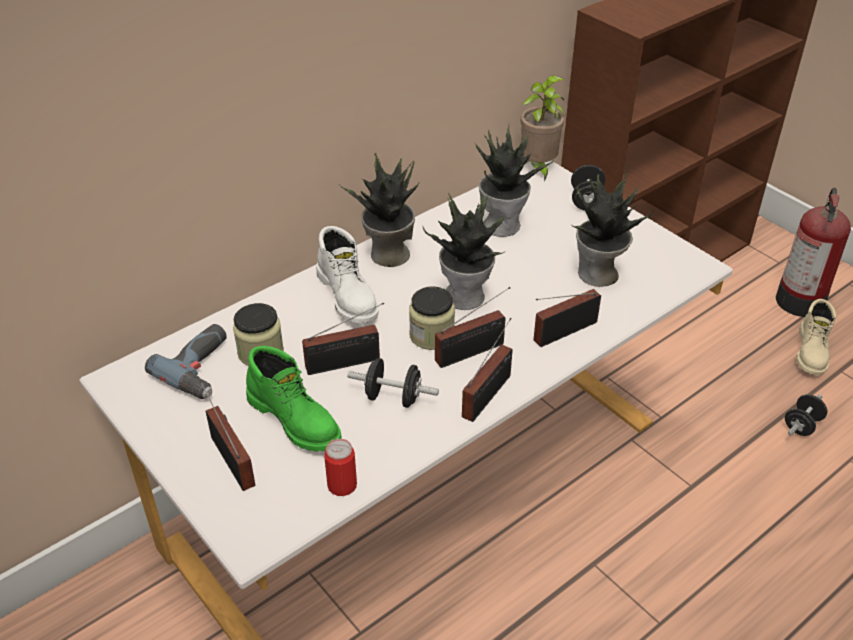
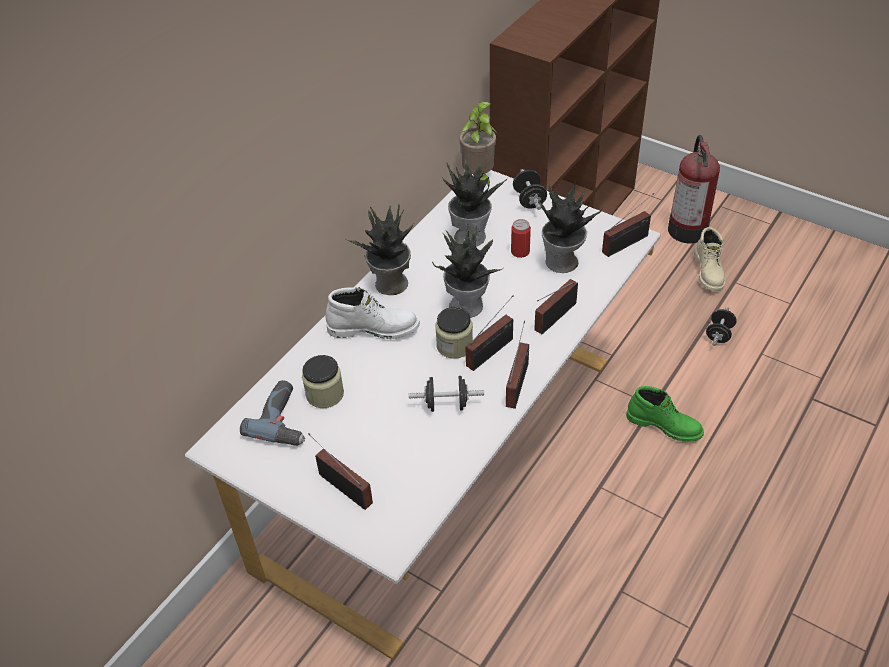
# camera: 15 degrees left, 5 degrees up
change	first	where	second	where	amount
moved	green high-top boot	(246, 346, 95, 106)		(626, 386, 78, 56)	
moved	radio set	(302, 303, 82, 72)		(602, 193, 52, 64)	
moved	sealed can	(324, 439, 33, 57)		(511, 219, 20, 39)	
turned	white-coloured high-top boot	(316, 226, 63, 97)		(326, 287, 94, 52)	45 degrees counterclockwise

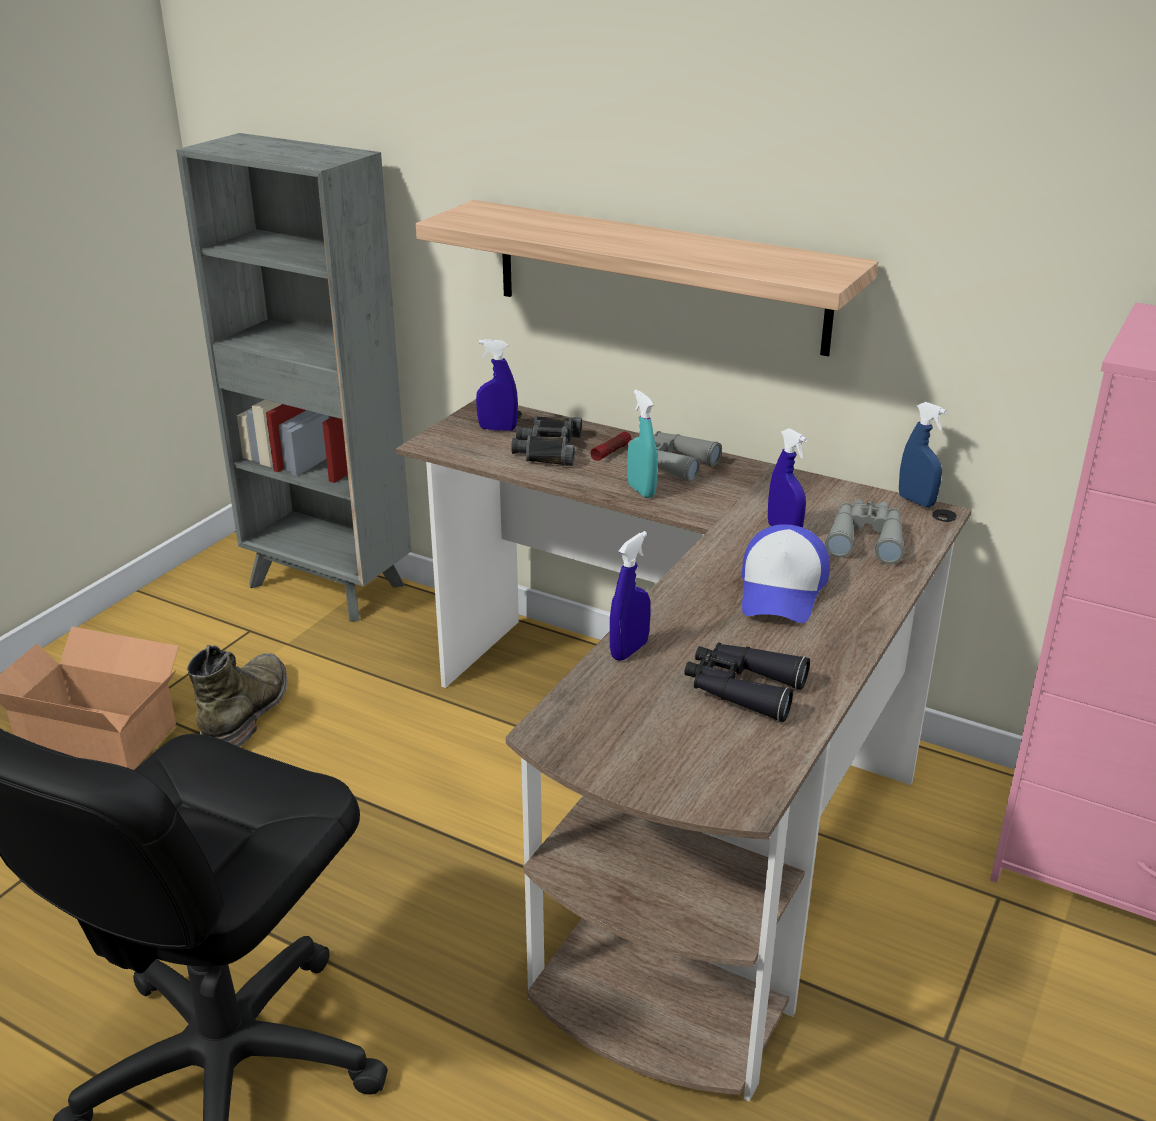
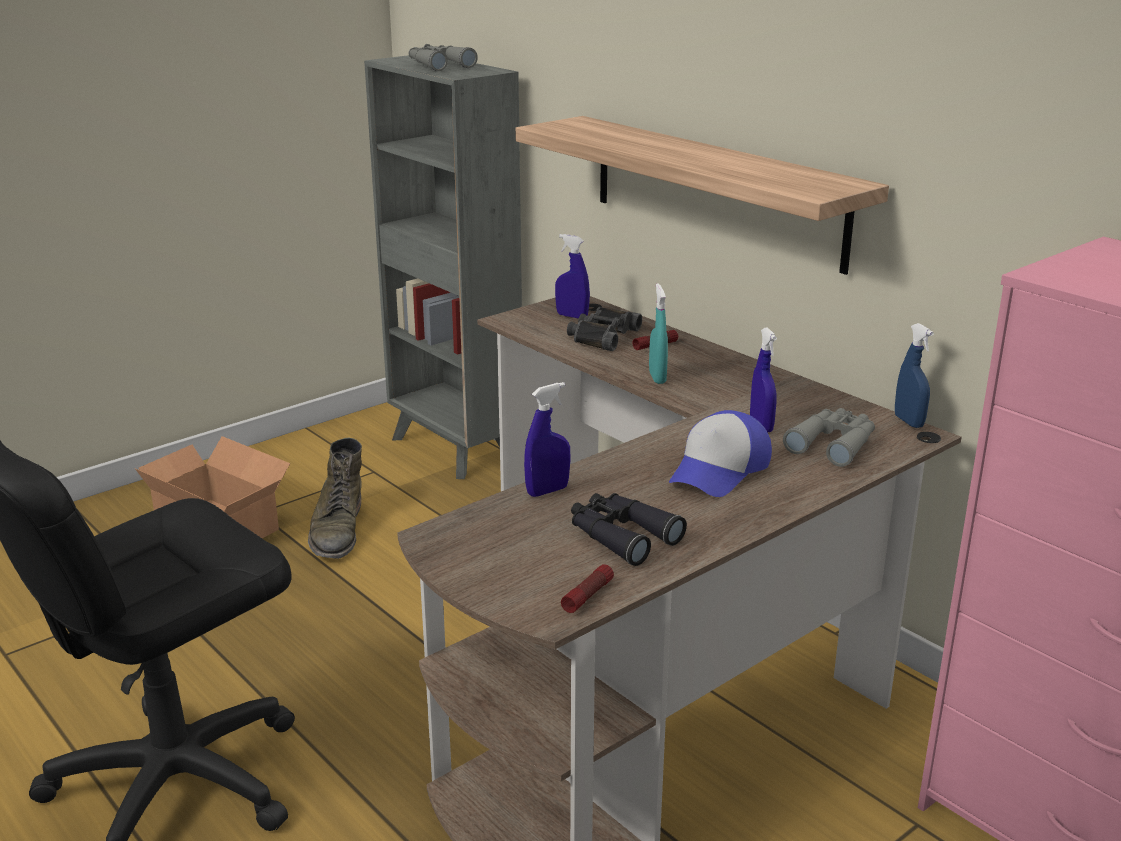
# camera: 20 degrees right, 5 degrees down
change	first	where	second	where	amount
added			hand torch	(561, 564, 53, 49)	
moved	greyish pair of binoculars	(628, 431, 94, 51)		(408, 44, 70, 27)	
turned	green high-top boot	(187, 645, 100, 102)		(308, 438, 54, 121)	150 degrees clockwise

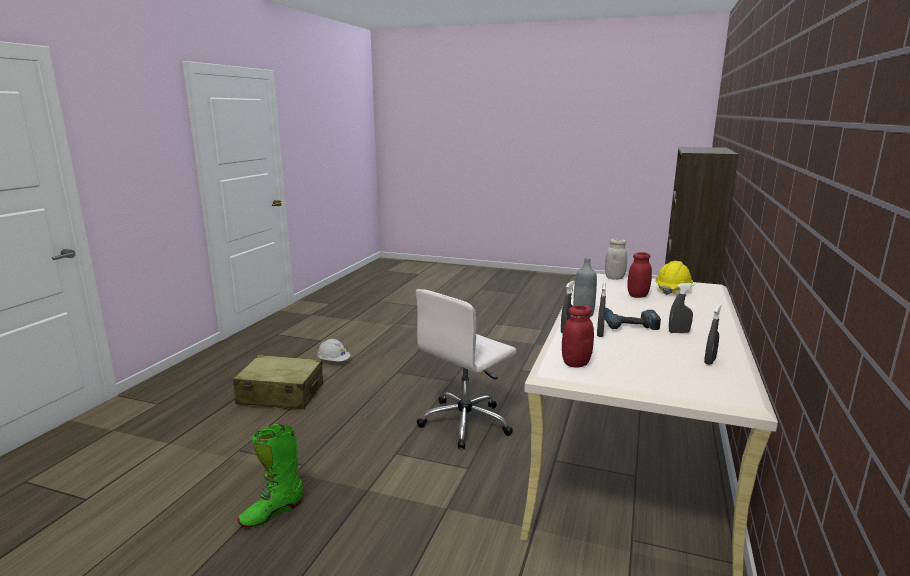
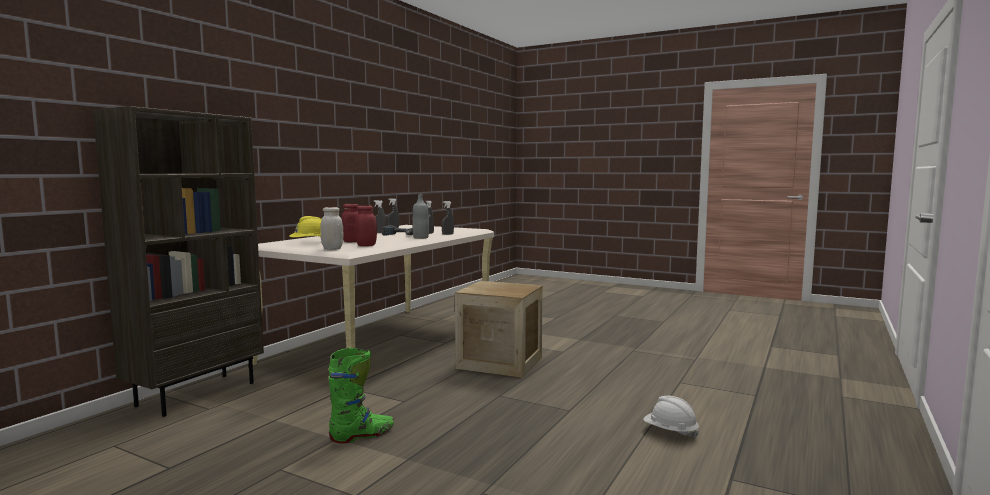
# camera: 170 degrees left, 10 degrees down
change	first	where	second	where	amount
removed	beige-coloured travel case	(233, 355, 90, 54)			
moved	green high-top boot	(238, 424, 65, 104)		(329, 348, 65, 96)	
moved	red storage jar	(562, 305, 32, 63)		(355, 205, 22, 41)	
replaced	white-coloured office chair	(416, 289, 101, 160)	shipping crate	(455, 281, 88, 97)	

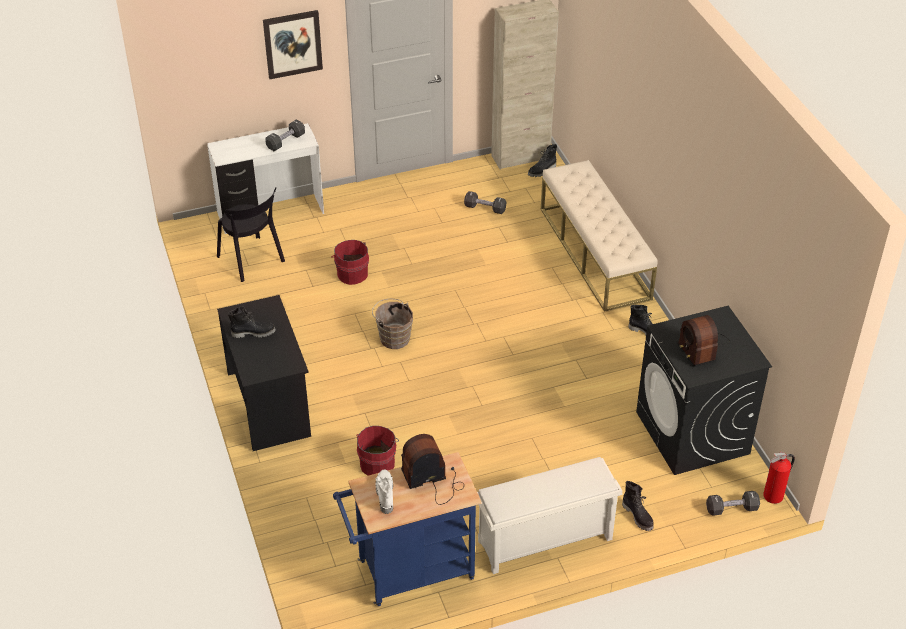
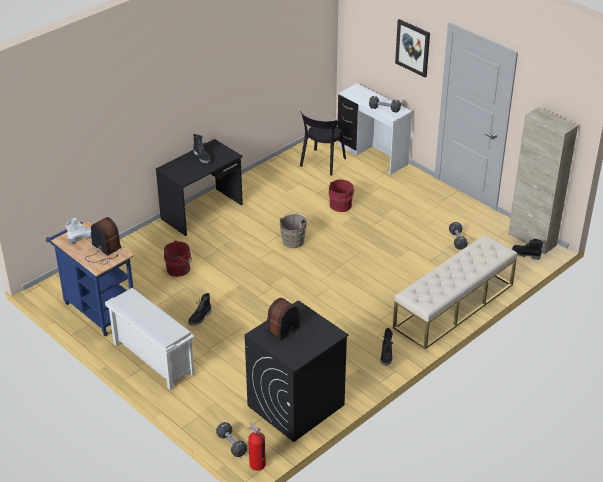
# camera: 65 degrees right, 5 degrees down
change	first	where	second	where	amount
moved	black-coloured high-top boot	(622, 481, 32, 50)		(188, 293, 23, 33)	

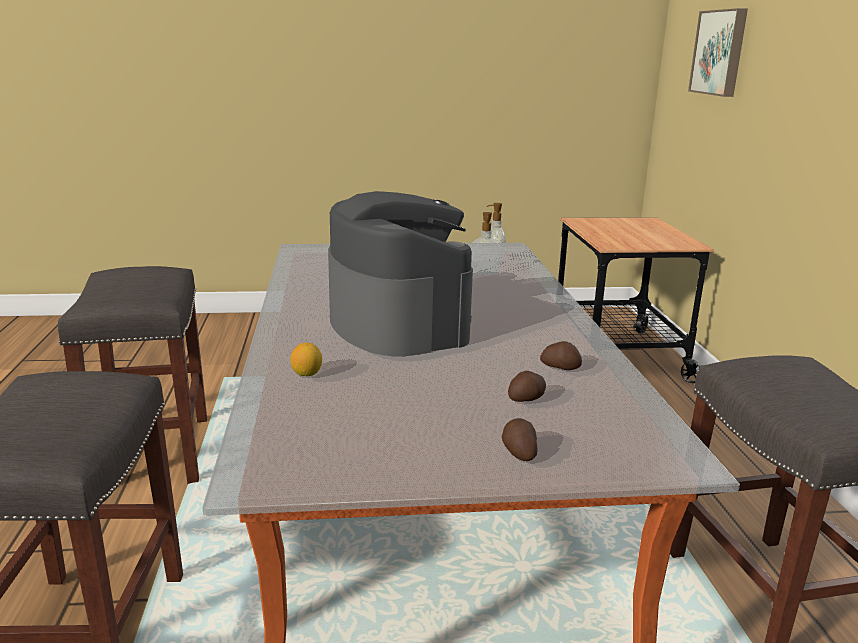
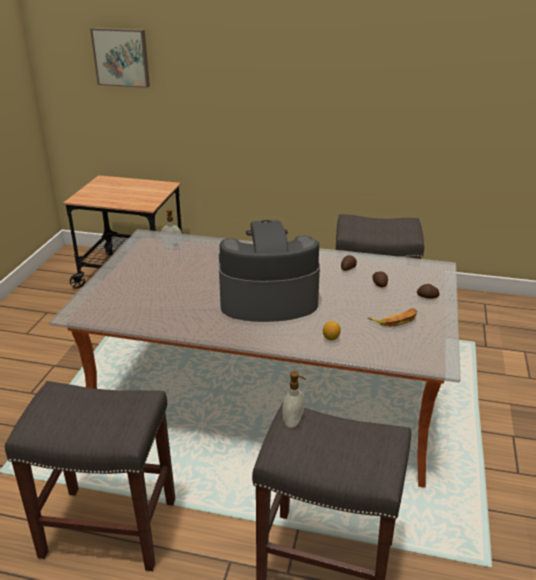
# camera: 70 degrees left, 10 degrees up
change	first	where	second	where	amount
added			banana	(368, 308, 49, 18)	
moved	soap bottle	(470, 212, 32, 63)		(282, 371, 24, 57)	

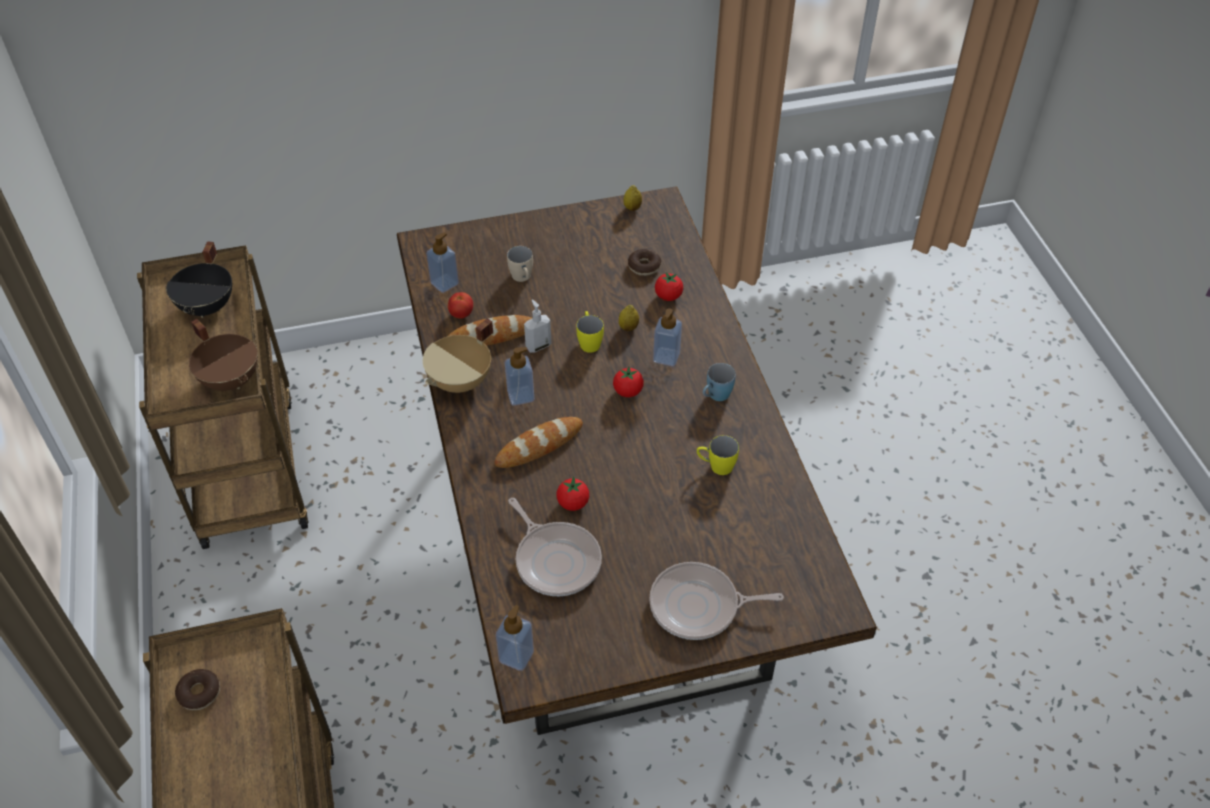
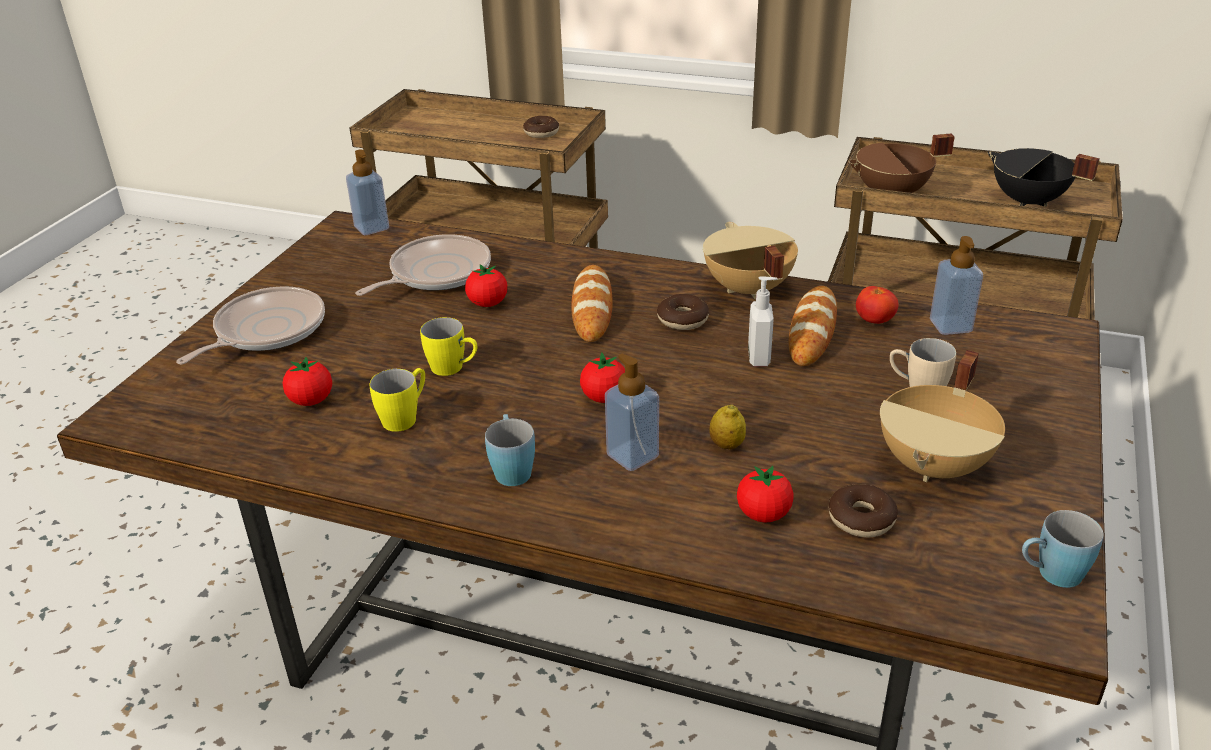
# camera: 125 degrees right, 15 degrees down
change	first	where	second	where	amount
added			whole tomato	(283, 356, 49, 50)	
added			beige-coloured stockpot	(880, 350, 125, 132)	
moved	yellowish mug	(576, 311, 28, 42)		(420, 317, 57, 59)	
replaced	soap bottle	(505, 347, 29, 59)	ring doughnut	(657, 294, 52, 36)	
replaced	citrus fruit	(623, 185, 19, 26)	blue-coloured mug	(1022, 510, 82, 78)	
turned	frying pan	(508, 498, 94, 98)		(355, 234, 136, 62)	135 degrees clockwise

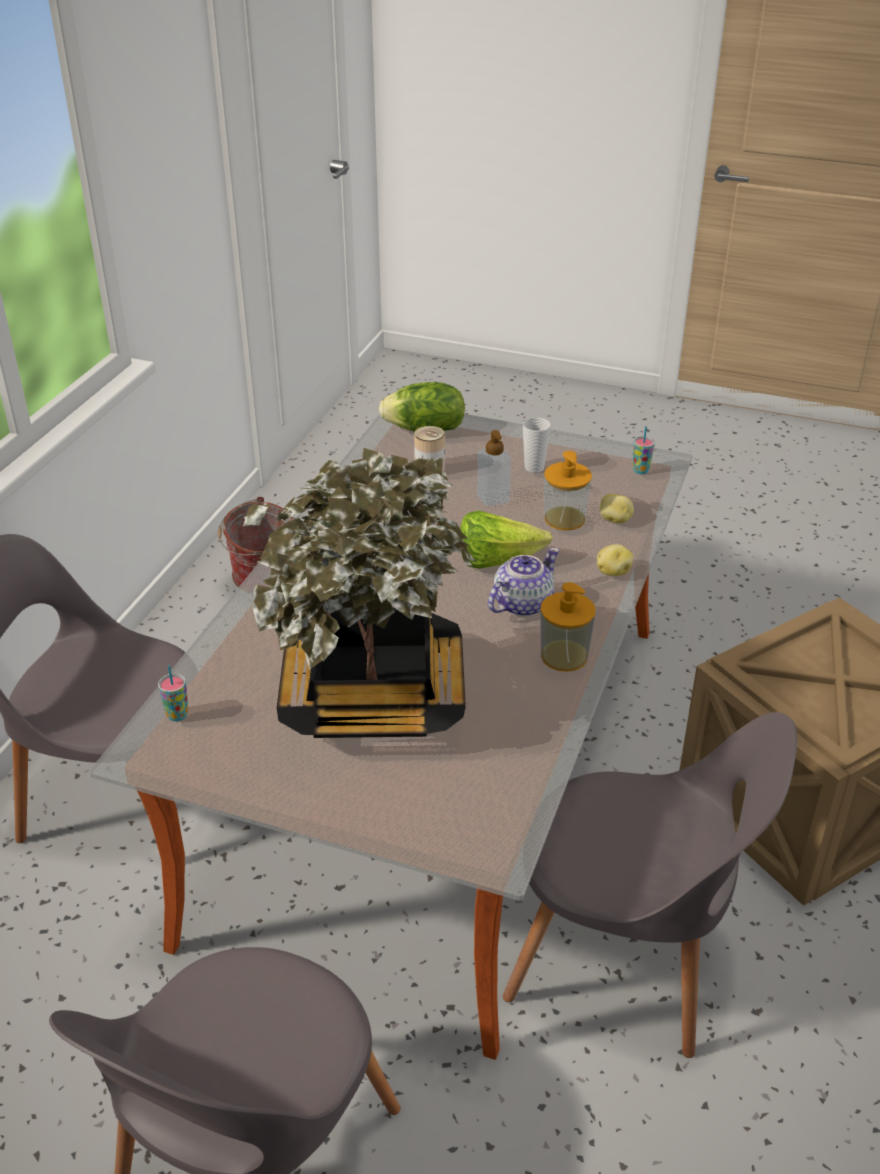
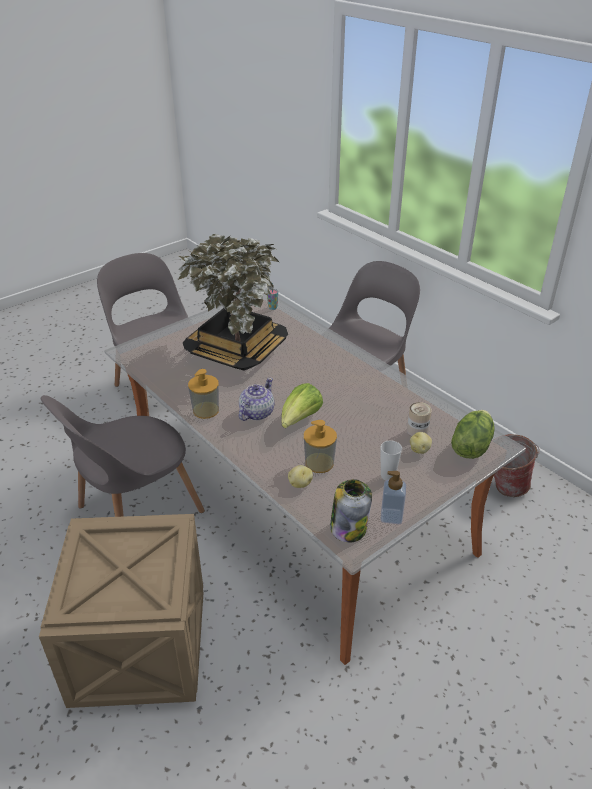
# camera: 120 degrees right, 0 degrees up
change	first	where	second	where	amount
moved	soap bottle	(477, 430, 34, 77)		(380, 471, 26, 53)	
moved	potato	(597, 544, 36, 32)		(410, 432, 22, 22)	
replaced	small cup	(633, 426, 22, 48)	storage jar	(330, 479, 42, 64)	
turned	pot for tea	(488, 548, 71, 68)		(239, 378, 35, 43)	135 degrees counterclockwise

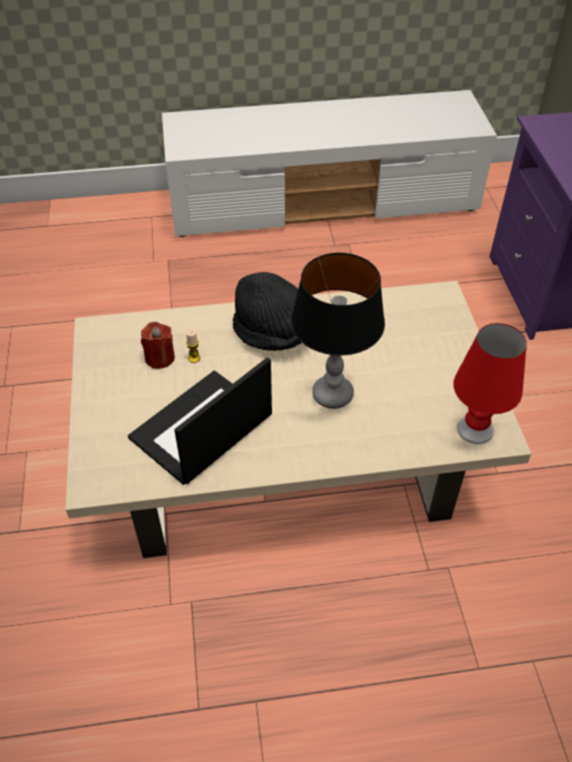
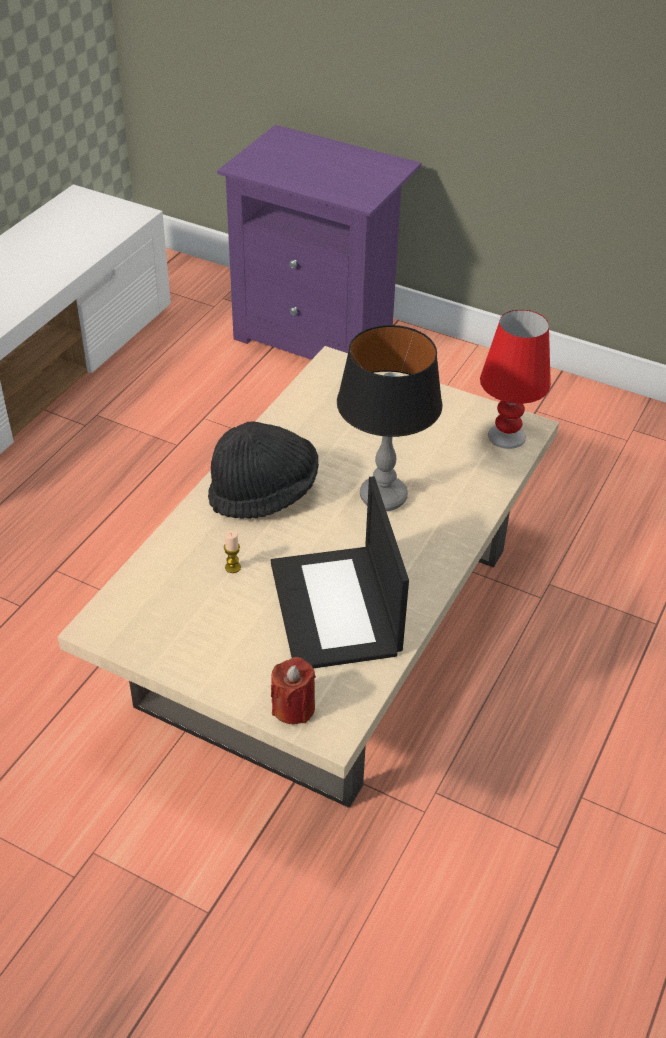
# camera: 55 degrees left, 5 degrees down
change	first	where	second	where	amount
moved	red wax candle	(141, 322, 34, 47)		(271, 657, 45, 67)	

